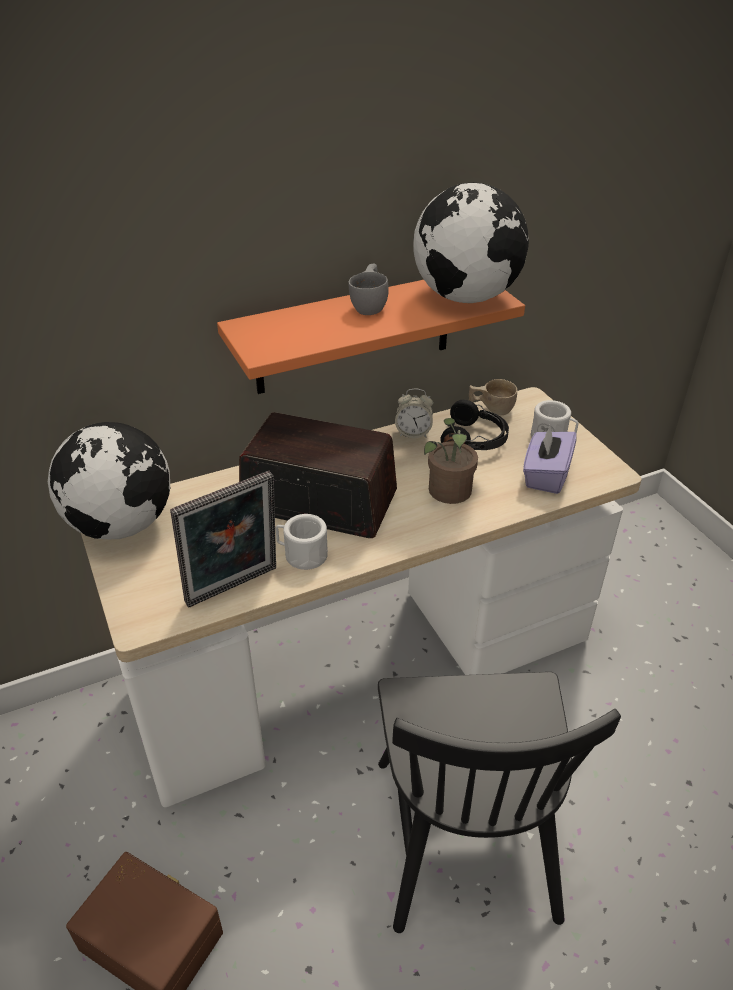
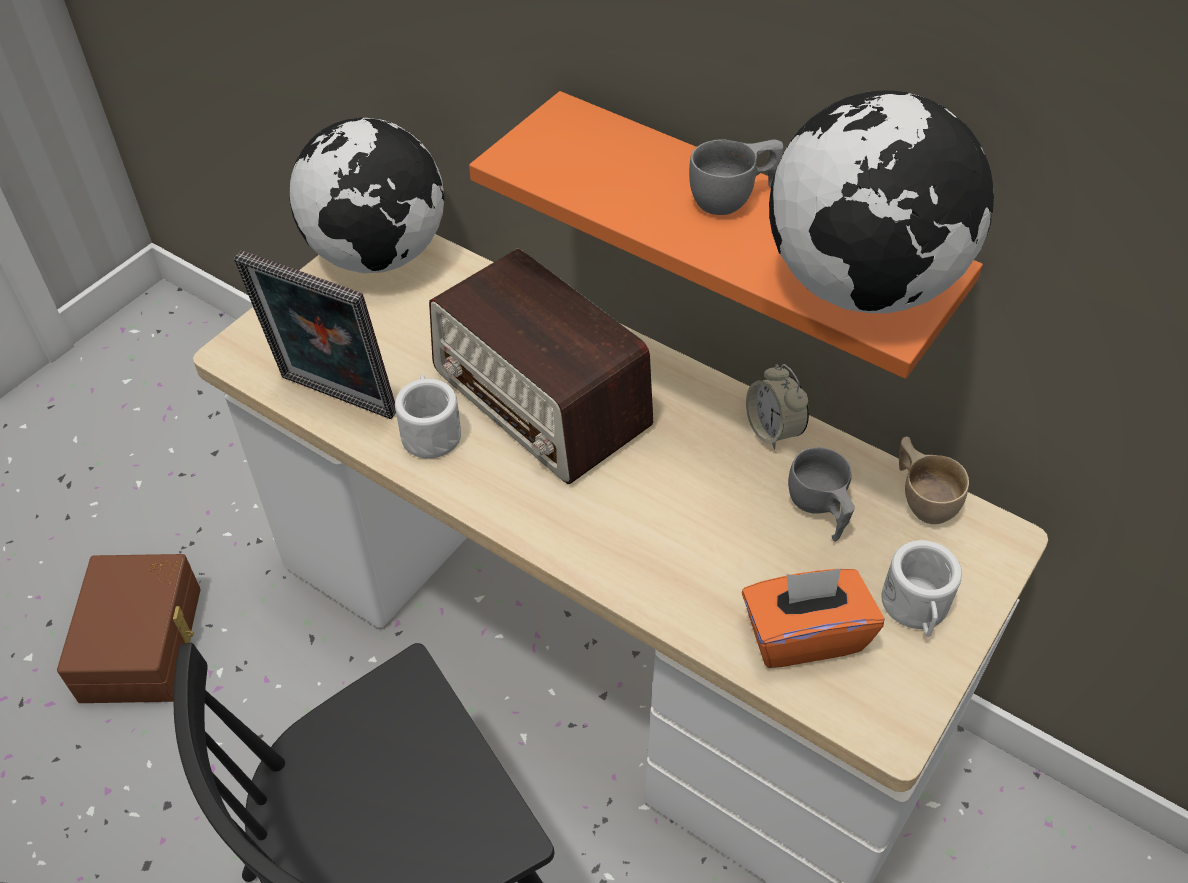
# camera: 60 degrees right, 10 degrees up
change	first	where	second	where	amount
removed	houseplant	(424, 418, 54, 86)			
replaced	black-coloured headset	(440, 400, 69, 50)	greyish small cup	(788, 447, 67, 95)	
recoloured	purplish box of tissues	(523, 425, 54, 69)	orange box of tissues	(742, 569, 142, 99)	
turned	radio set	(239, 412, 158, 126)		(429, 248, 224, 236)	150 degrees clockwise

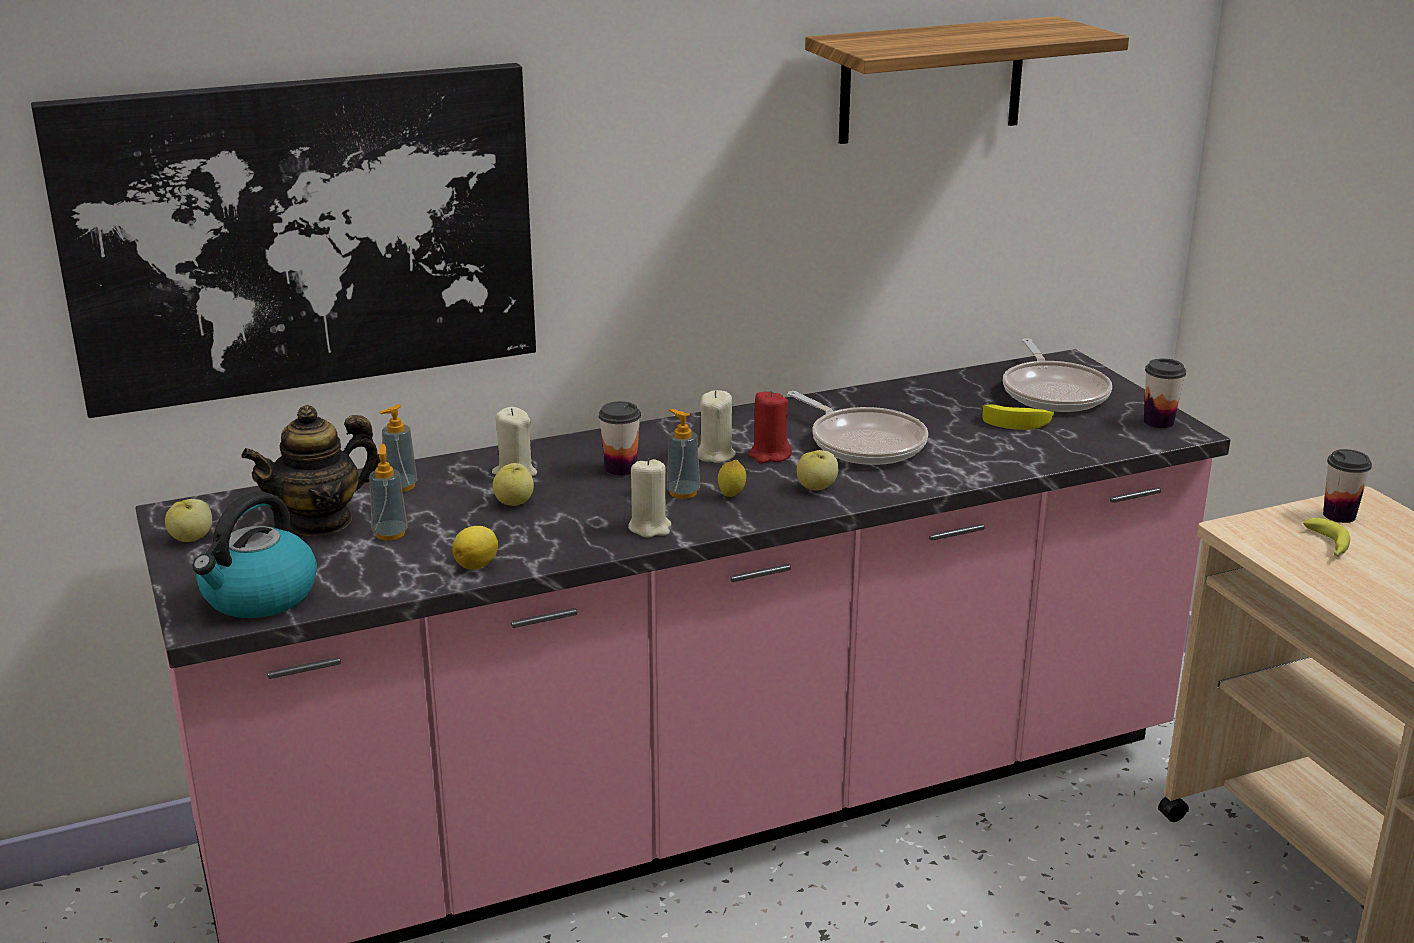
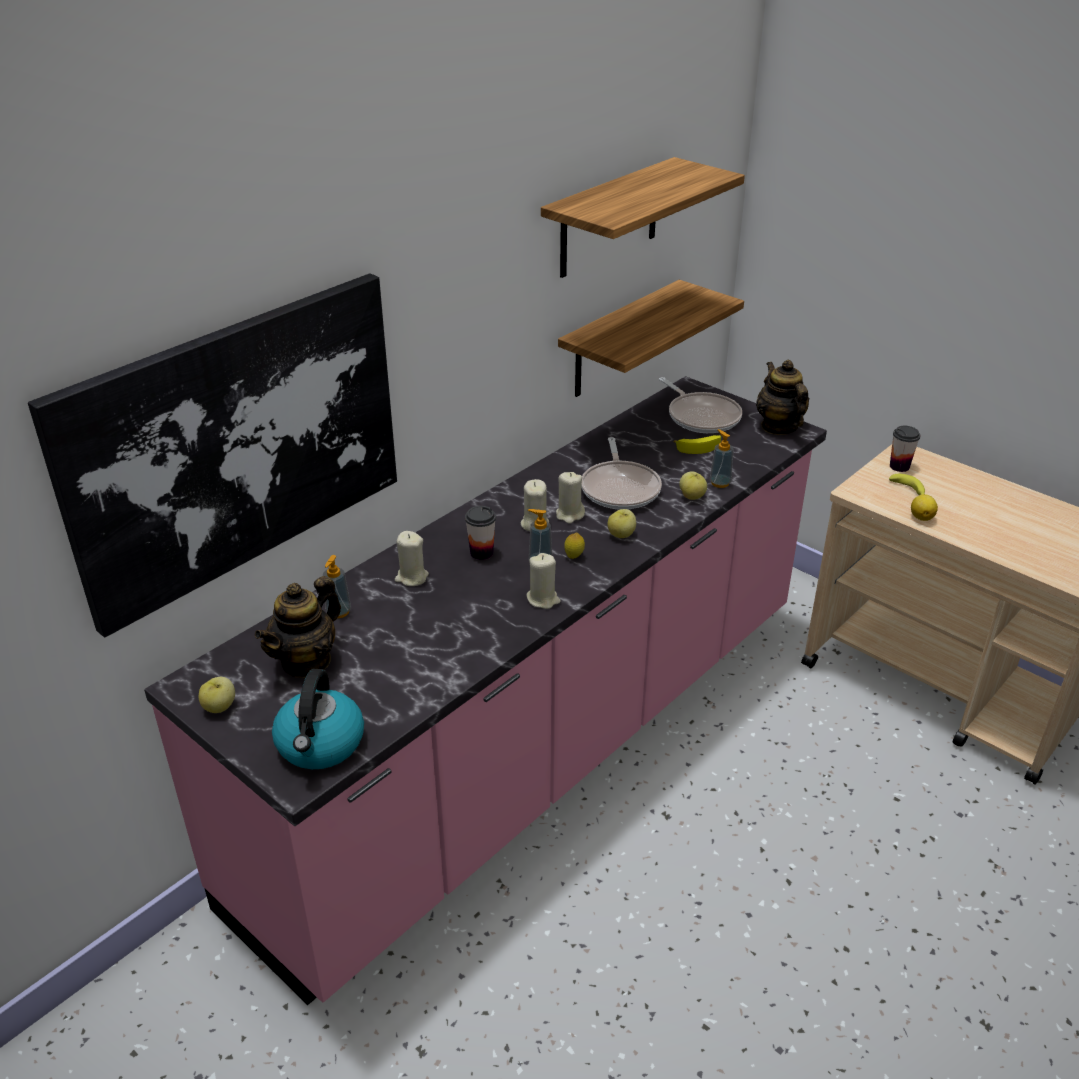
# camera: 25 degrees left, 10 degrees up
change	first	where	second	where	amount
added			wall shelf	(558, 280, 186, 117)	
moved	soap bottle	(369, 444, 39, 97)		(710, 429, 23, 59)	
moved	citrus fruit	(452, 526, 46, 44)		(911, 494, 27, 27)	
moved	apple	(492, 463, 42, 43)		(679, 471, 28, 29)	
replaced	small cup	(1144, 358, 42, 70)	pot for tea	(756, 360, 53, 75)	
recoloured	red wax candle	(749, 391, 43, 73)	beige-coloured wax candle	(556, 472, 29, 52)	
turned	frying pan	(787, 391, 141, 74)		(581, 437, 81, 73)	60 degrees clockwise

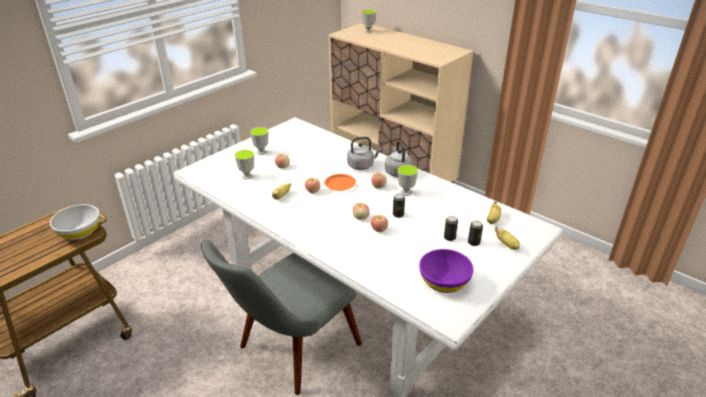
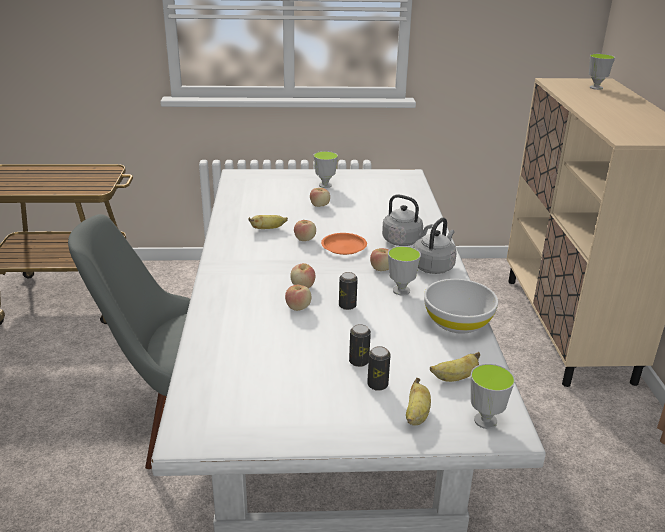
# camera: 45 degrees right, 5 degrees down
change	first	where	second	where	amount
removed	purplish bowl	(419, 249, 55, 44)			
moved	white-coloured bowl	(50, 204, 50, 36)		(424, 279, 74, 55)	
moved	small cup	(234, 150, 20, 29)		(471, 364, 44, 65)	

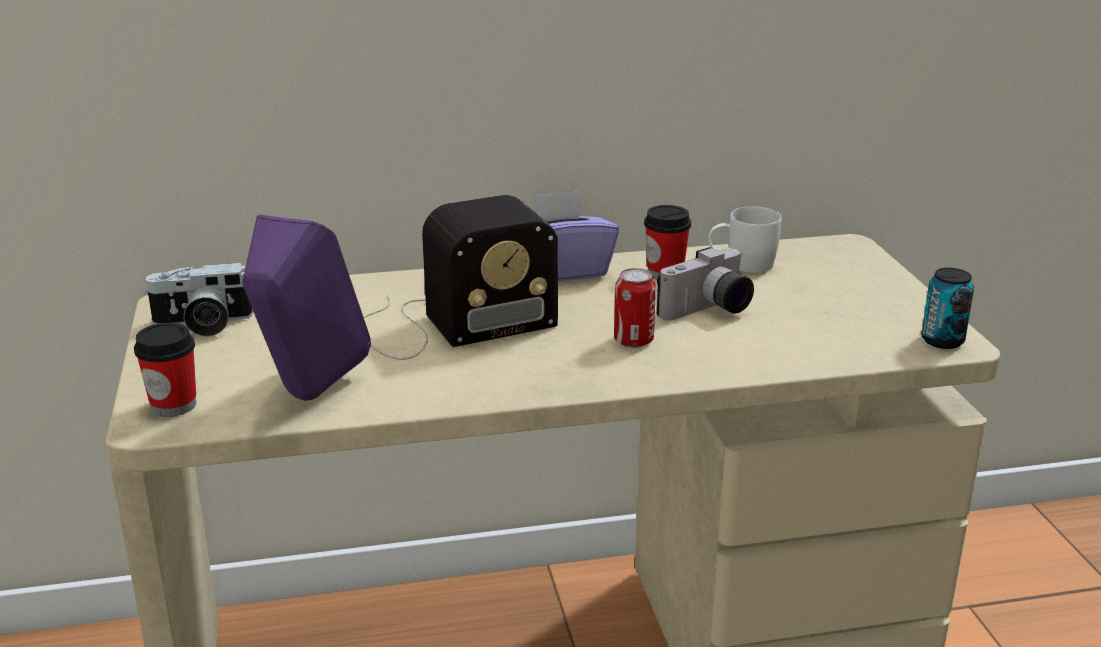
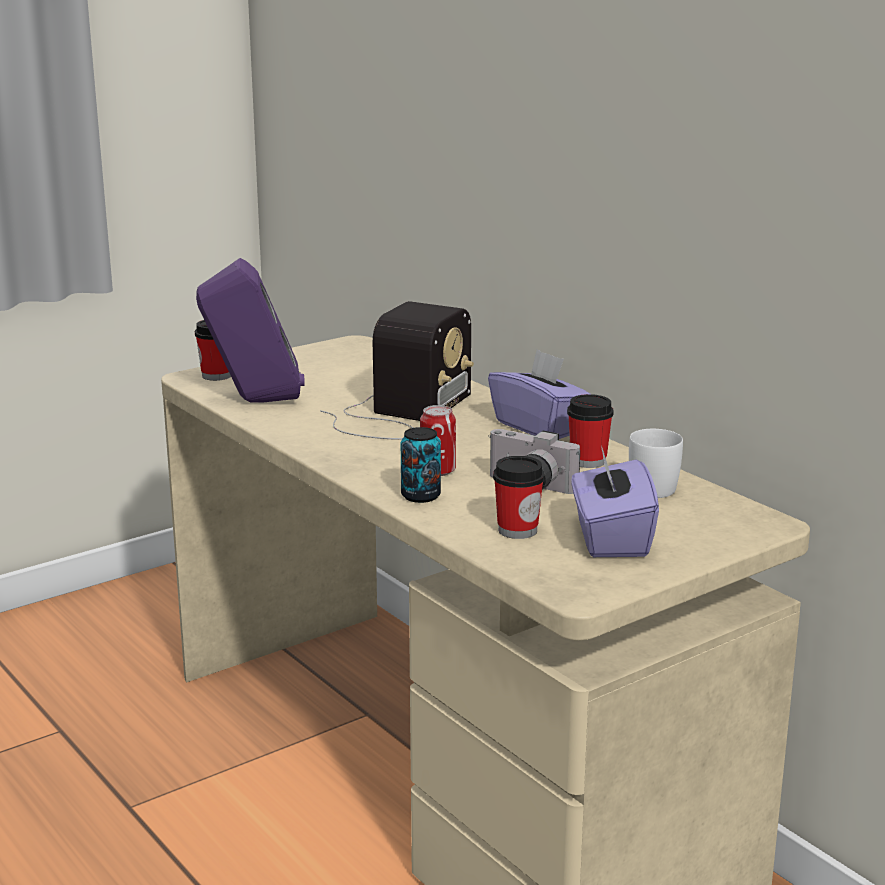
# camera: 65 degrees right, 5 degrees down
change	first	where	second	where	amount
removed	still camera	(144, 263, 109, 73)			
added			small cup	(493, 456, 52, 83)	
added			purplish box of tissues	(571, 445, 88, 112)	
moved	sealed can	(921, 268, 53, 81)		(401, 427, 40, 76)	
turned	radio set	(364, 195, 194, 165)		(320, 301, 154, 139)	105 degrees counterclockwise

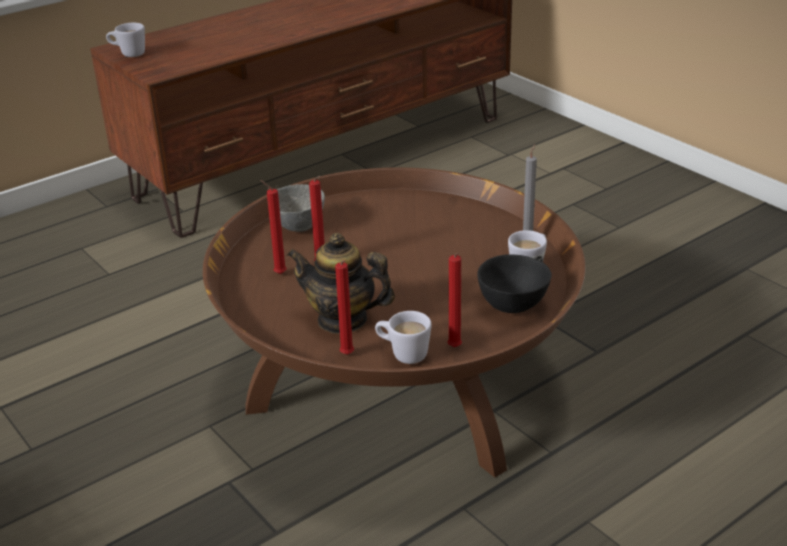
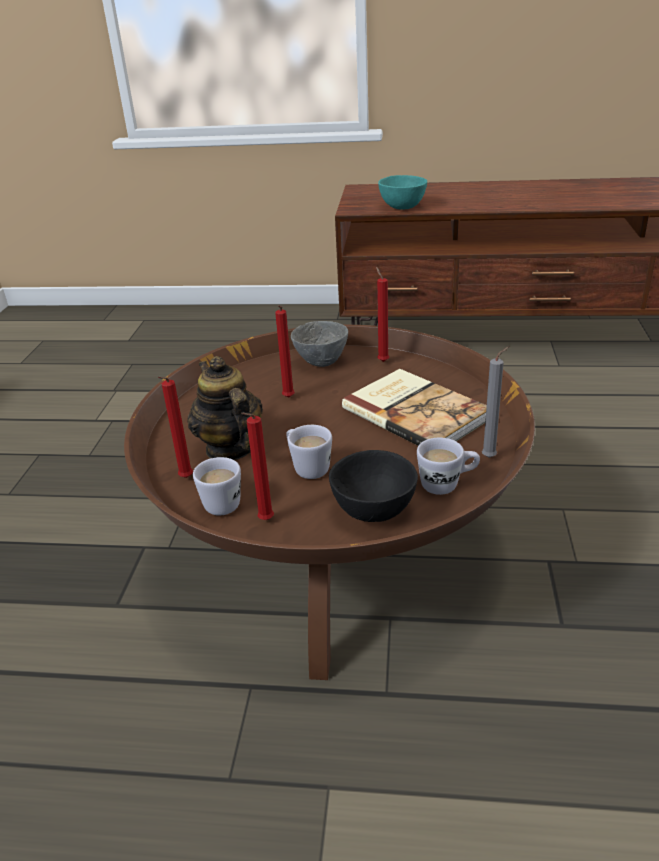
# camera: 45 degrees right, 0 degrees up
change	first	where	second	where	amount
added			bound book	(342, 369, 145, 77)	
added			blue-green bowl	(378, 175, 49, 35)	
moved	white-coloured mug	(106, 23, 39, 34)		(286, 425, 46, 54)	
moved	red wax candle	(260, 180, 27, 94)		(376, 267, 13, 95)	

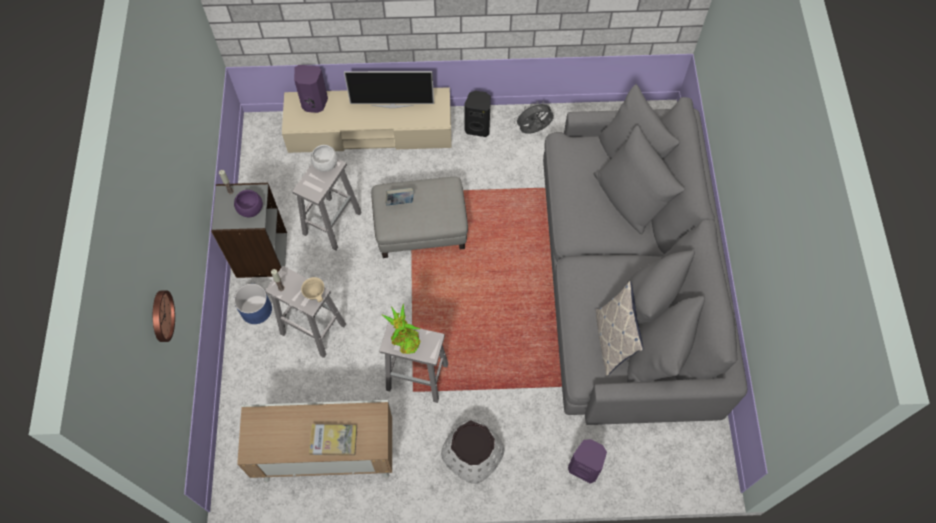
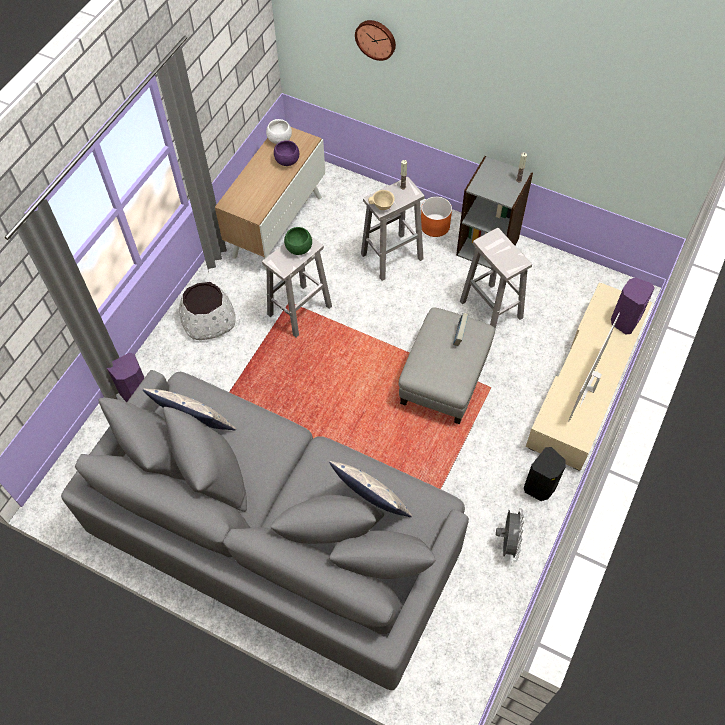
# camera: 120 degrees right, 5 degrees down
change	first	where	second	where	amount
removed	bound book	(309, 424, 48, 32)			
added			pillow	(329, 461, 83, 56)	
moved	purplish bowl	(234, 190, 29, 27)		(274, 140, 25, 26)	
moved	white-coloured bowl	(311, 145, 27, 27)		(266, 119, 26, 25)	
replaced	houseplant	(381, 304, 40, 50)	green bowl	(284, 227, 28, 28)	
recoloured	blue-coloured plant pot	(234, 284, 38, 40)	orange plant pot	(421, 196, 31, 41)	

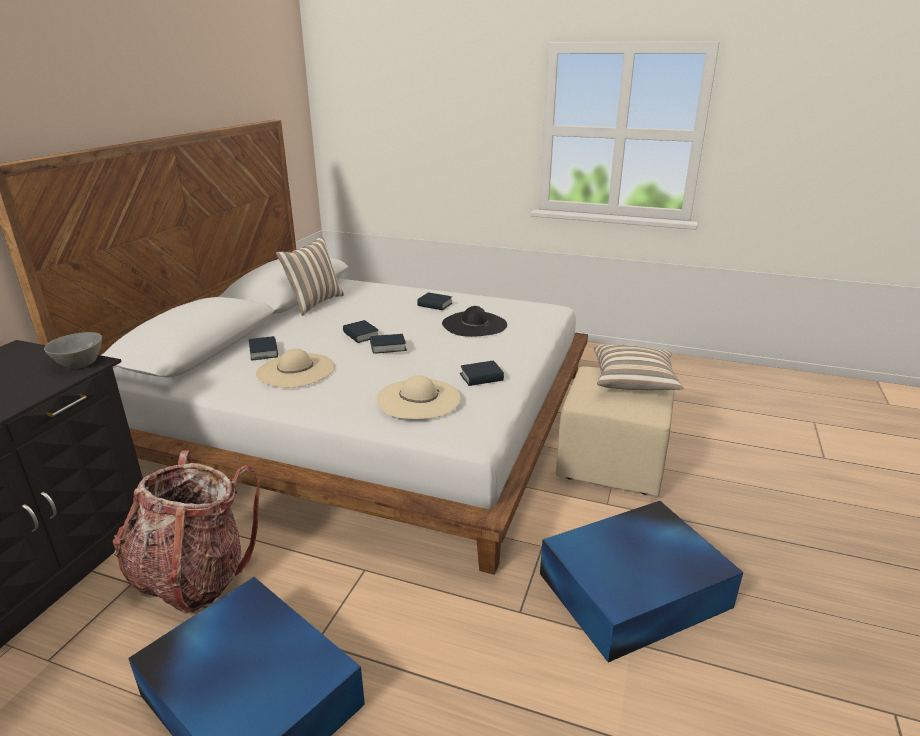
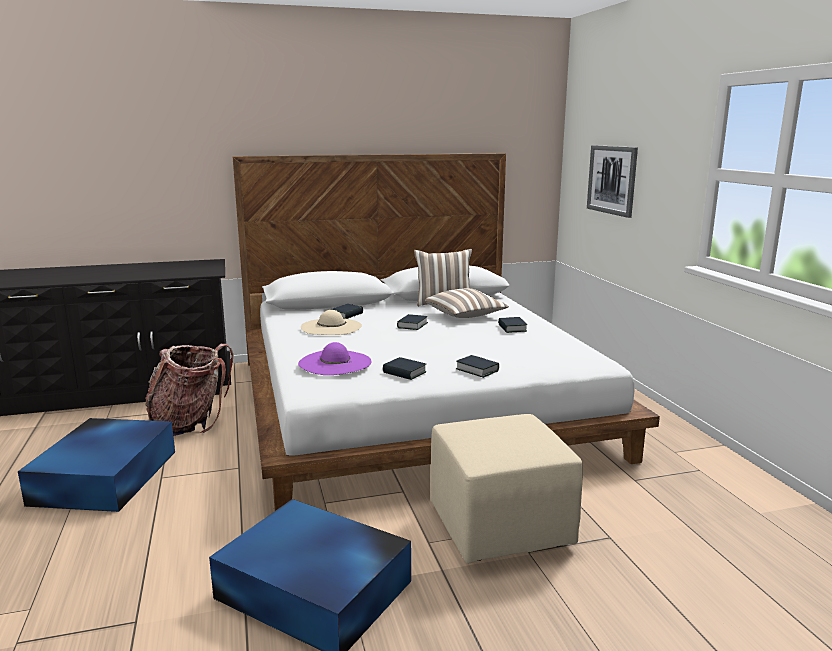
# camera: 55 degrees right, 10 degrees down
change	first	where	second	where	amount
removed	greyish bowl	(44, 332, 58, 37)			
removed	black-coloured wearable hat	(442, 306, 65, 31)			
added			wall picture	(587, 145, 51, 73)	
moved	bound book	(370, 334, 37, 20)		(456, 355, 43, 23)	
moved	pillow	(594, 345, 89, 45)		(425, 288, 84, 30)	
recoloured	beige-coloured wearable hat	(377, 375, 84, 44)	purplish wearable hat	(298, 342, 74, 33)	

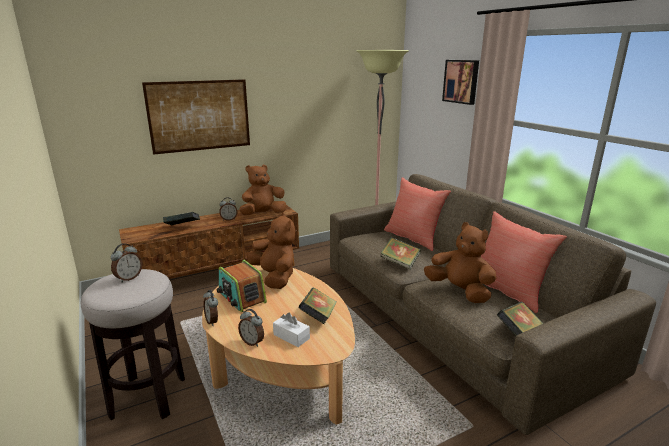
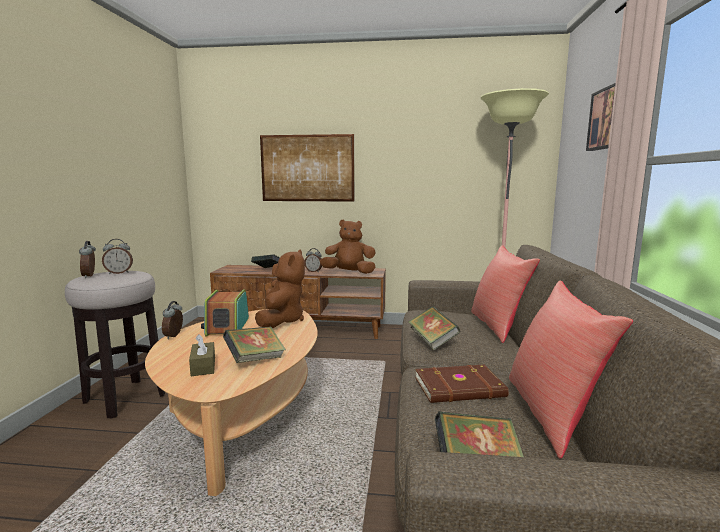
# camera: 35 degrees right, 10 degrees down
change	first	where	second	where	amount
moved	alarm clock	(238, 309, 26, 38)		(79, 241, 17, 37)	
replaced	brown soft toy	(424, 222, 72, 81)	brown bound book	(415, 365, 94, 38)	
recoloured	white-coloured box of tissues	(273, 312, 37, 35)	brown box of tissues	(189, 334, 26, 42)	

